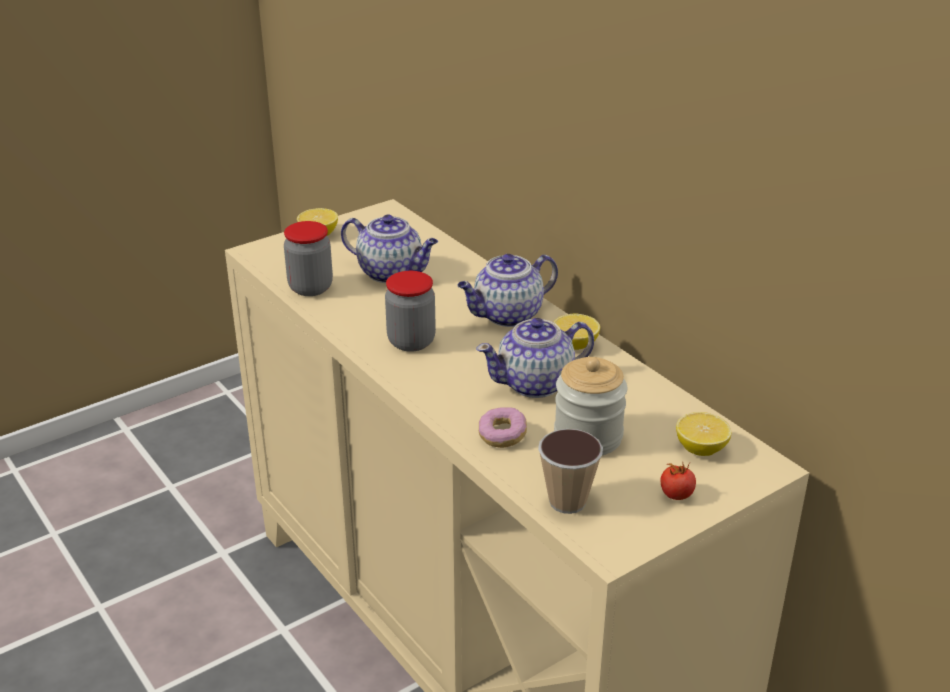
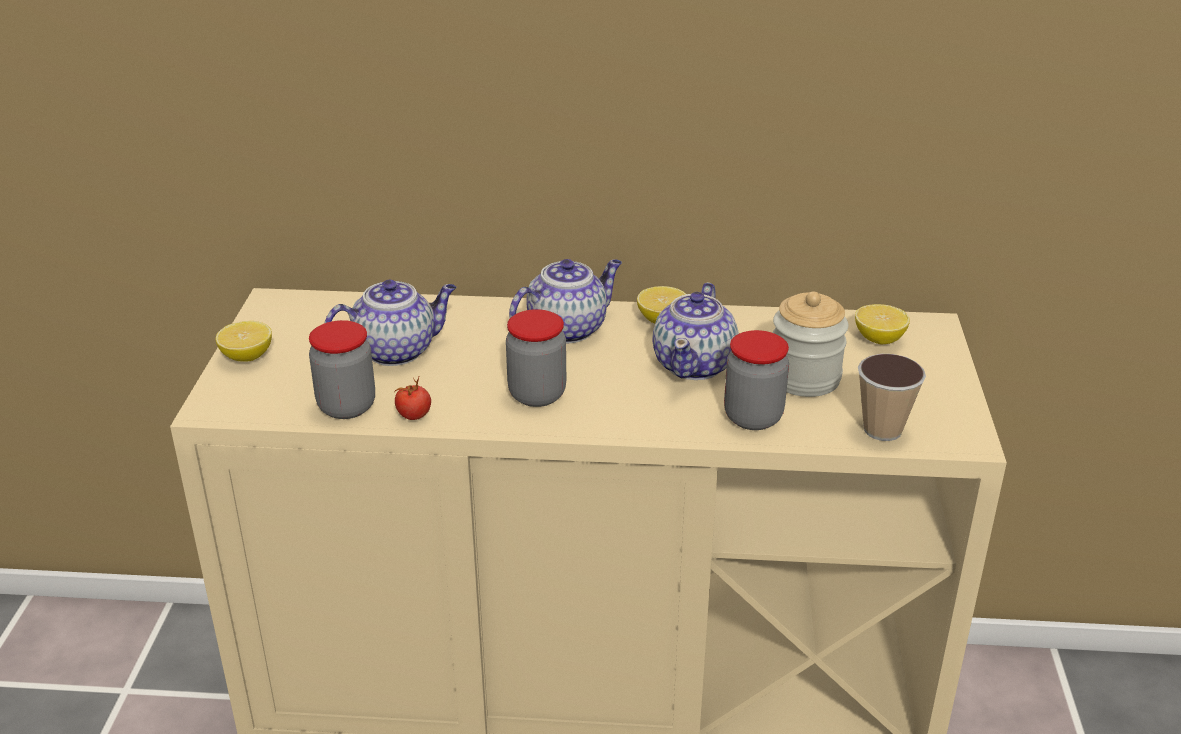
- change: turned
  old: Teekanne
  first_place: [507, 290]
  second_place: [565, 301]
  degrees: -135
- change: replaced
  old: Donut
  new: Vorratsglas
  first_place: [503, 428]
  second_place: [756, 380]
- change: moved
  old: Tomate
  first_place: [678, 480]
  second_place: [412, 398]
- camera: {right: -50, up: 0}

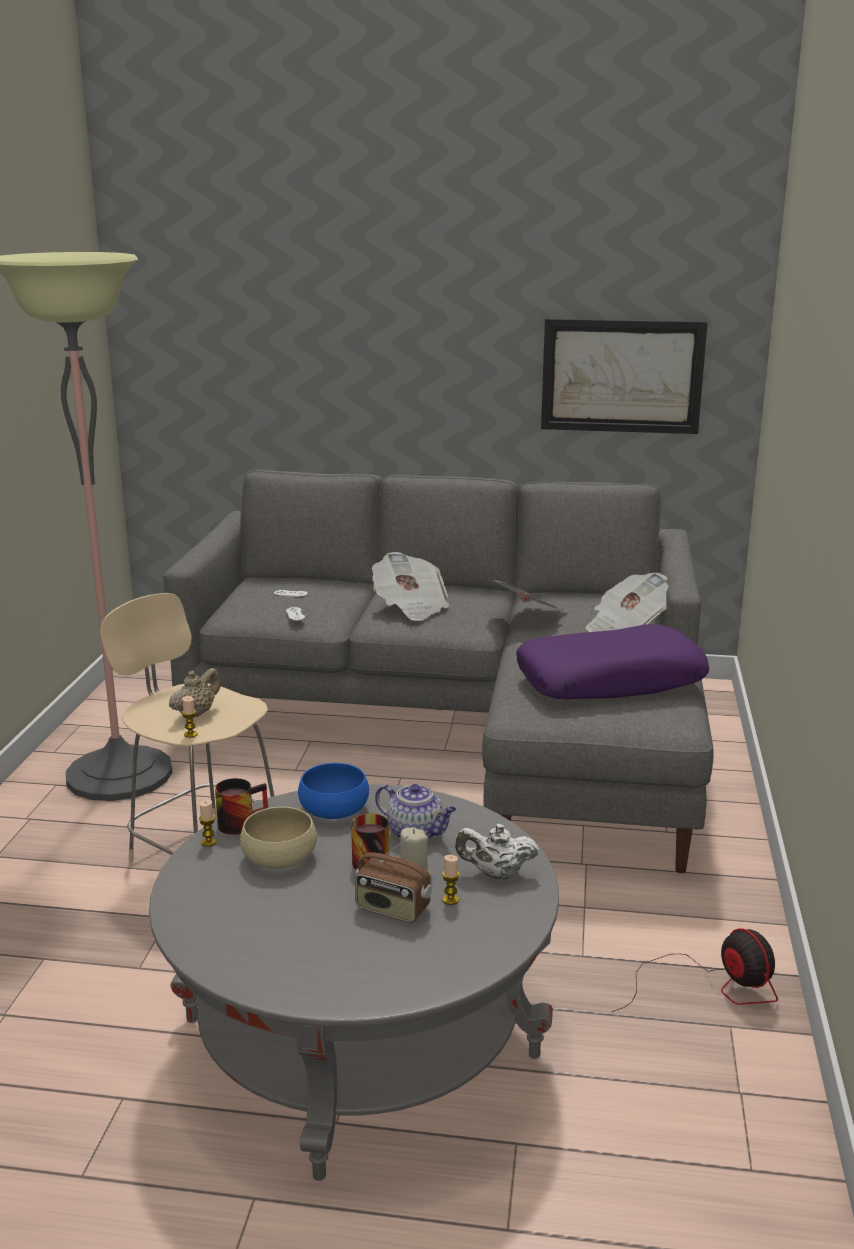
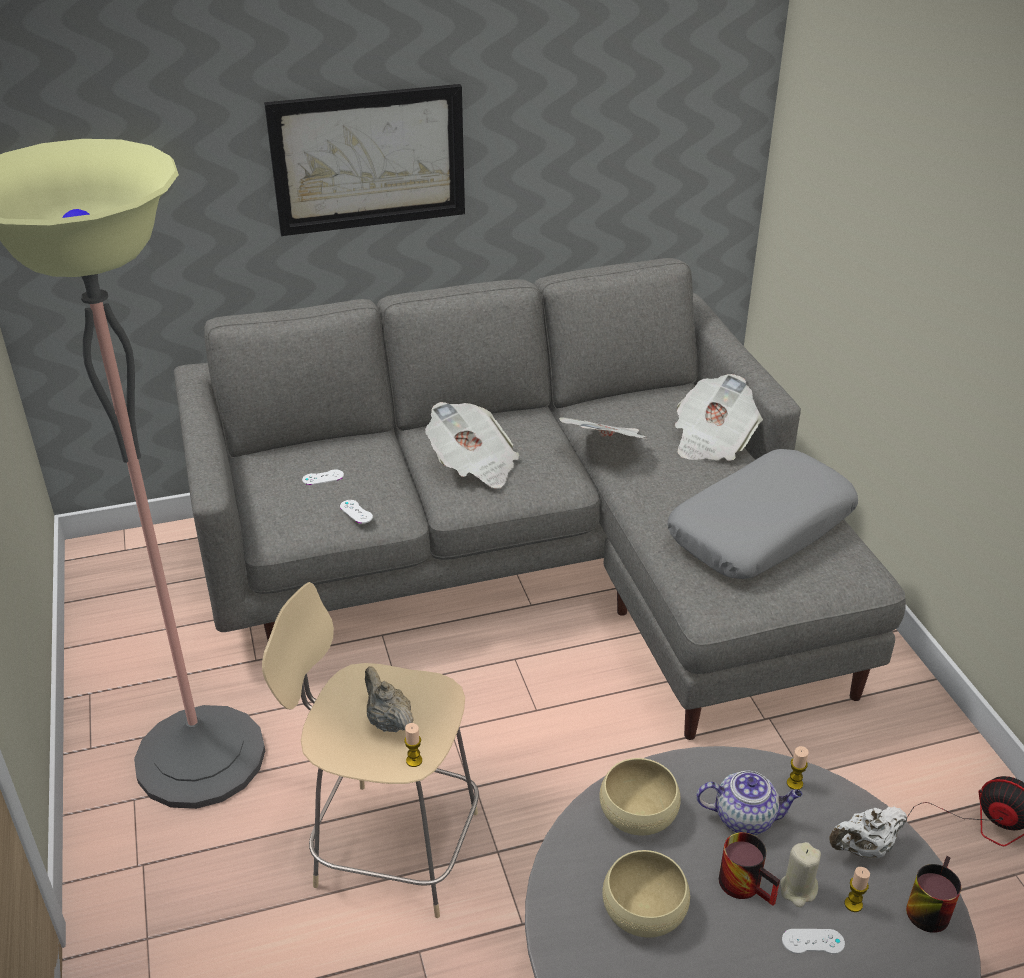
- change: turned
  old: Teekanne [beige]
  first_place: [195, 693]
  second_place: [389, 699]
  degrees: -45
- change: moved
  old: Kerze
  first_place: [208, 823]
  second_place: [798, 768]
- change: moved
  old: Henkelbecher
  first_place: [241, 806]
  second_place: [933, 894]
- change: recoloured
  old: Schüssel [blau]
  new: Schüssel [beige]
  first_place: [333, 791]
  second_place: [640, 797]
- change: replaced
  old: Radio
  new: Gamepad [weiß]
  first_place: [393, 879]
  second_place: [813, 941]
- change: recoloured
  old: Kissen [lila]
  new: Kissen [grau]
  first_place: [612, 661]
  second_place: [763, 514]
- change: moved
  old: Bild
  first_place: [624, 376]
  second_place: [364, 160]
- camera: {right: -25, up: 15}

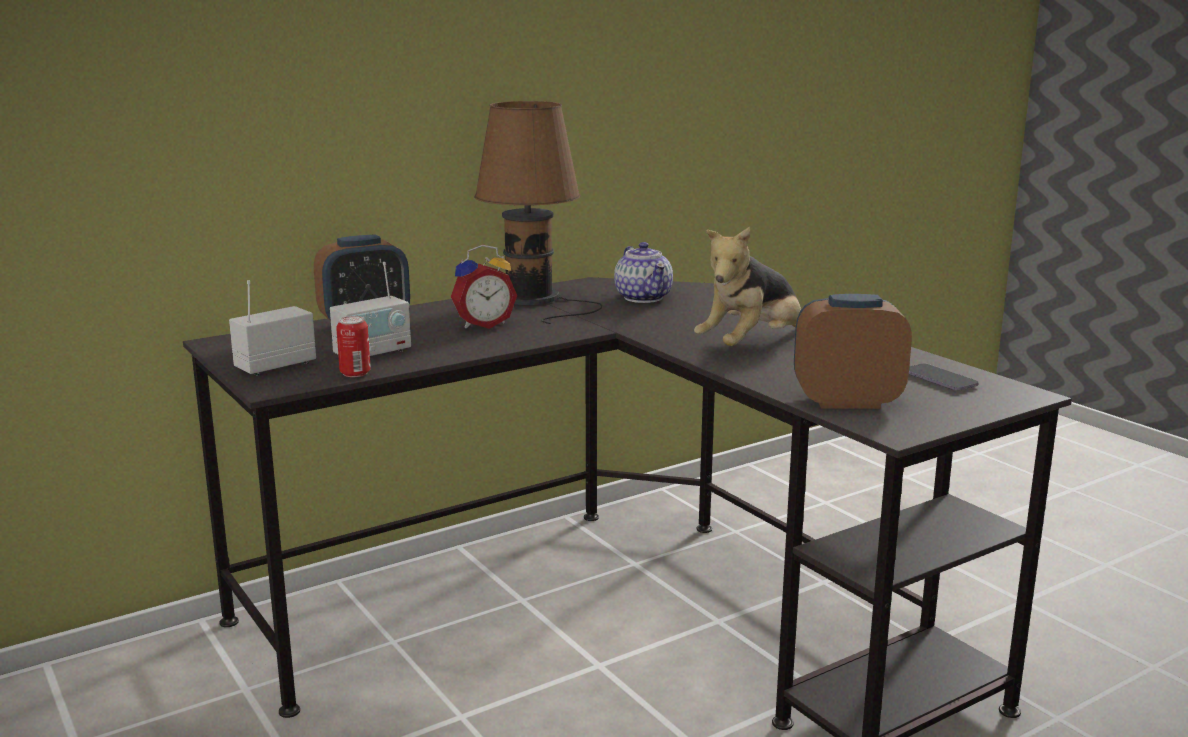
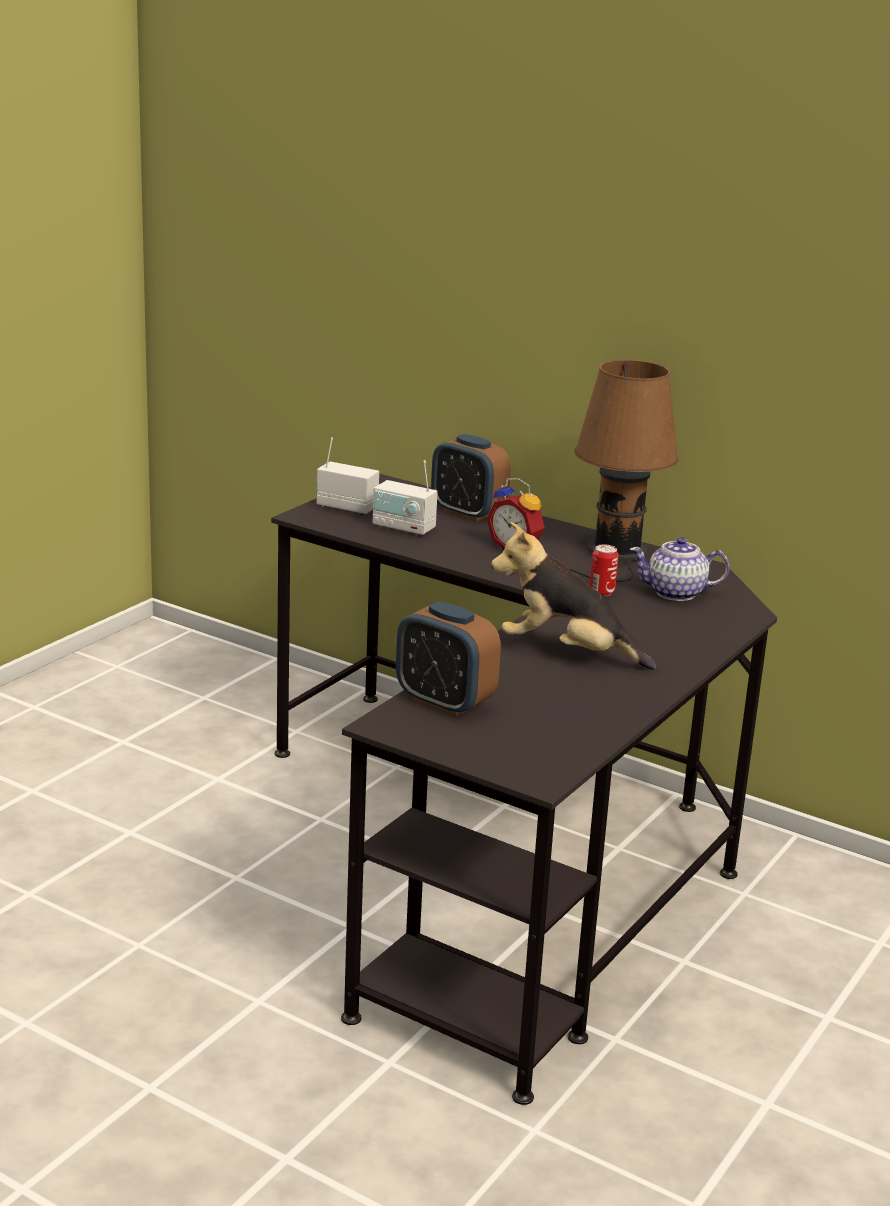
- change: moved
  old: Dose
  first_place: [353, 346]
  second_place: [604, 570]
- change: turned
  old: Teekanne
  first_place: [643, 272]
  second_place: [680, 569]
  degrees: 45
- change: turned
  old: Wecker
  first_place: [853, 351]
  second_place: [448, 659]
  degrees: 150
- change: removed
  old: Handy
  first_place: [944, 377]
- camera: {right: 65, up: 5}

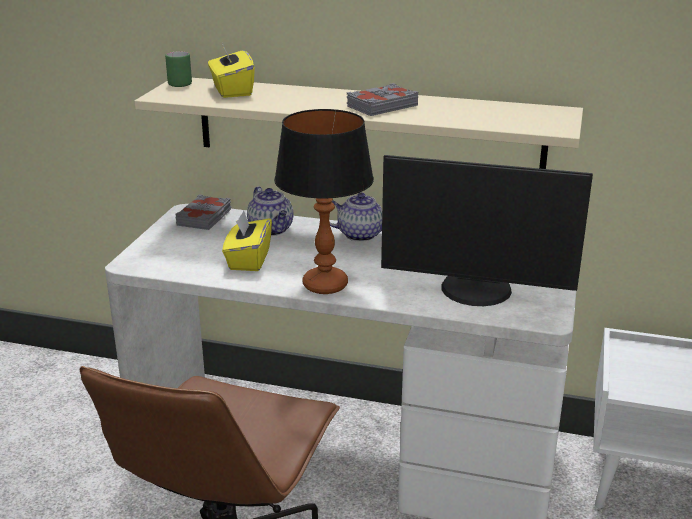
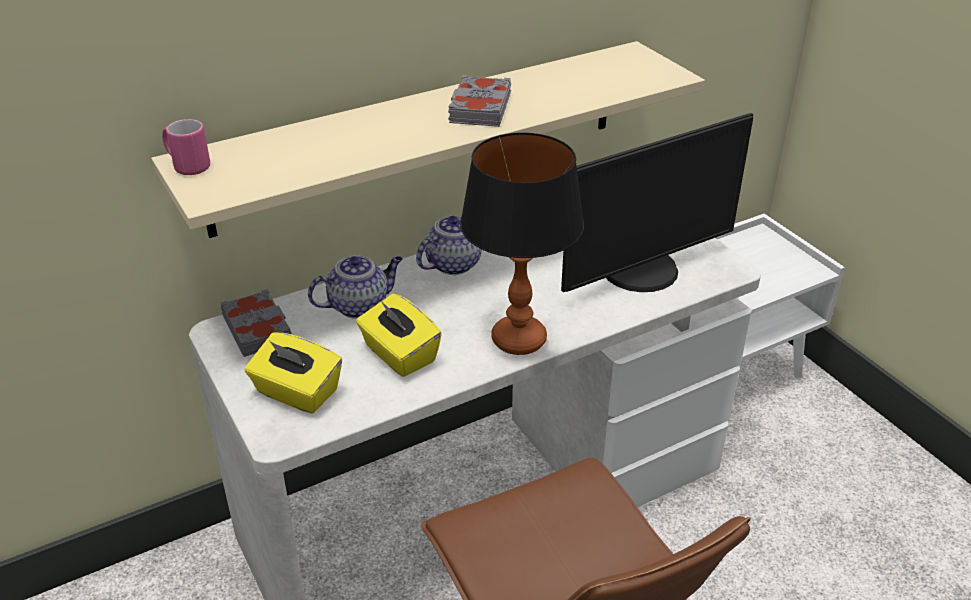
- change: recoloured
  old: Henkelbecher [grün]
  new: Henkelbecher [rosa]
  first_place: [178, 69]
  second_place: [186, 147]
- change: moved
  old: Taschentuchbox [gelb]
  first_place: [231, 70]
  second_place: [293, 373]
- change: turned
  old: Teekanne
  first_place: [270, 211]
  second_place: [355, 287]
  degrees: -45
- camera: {right: -45, up: 10}

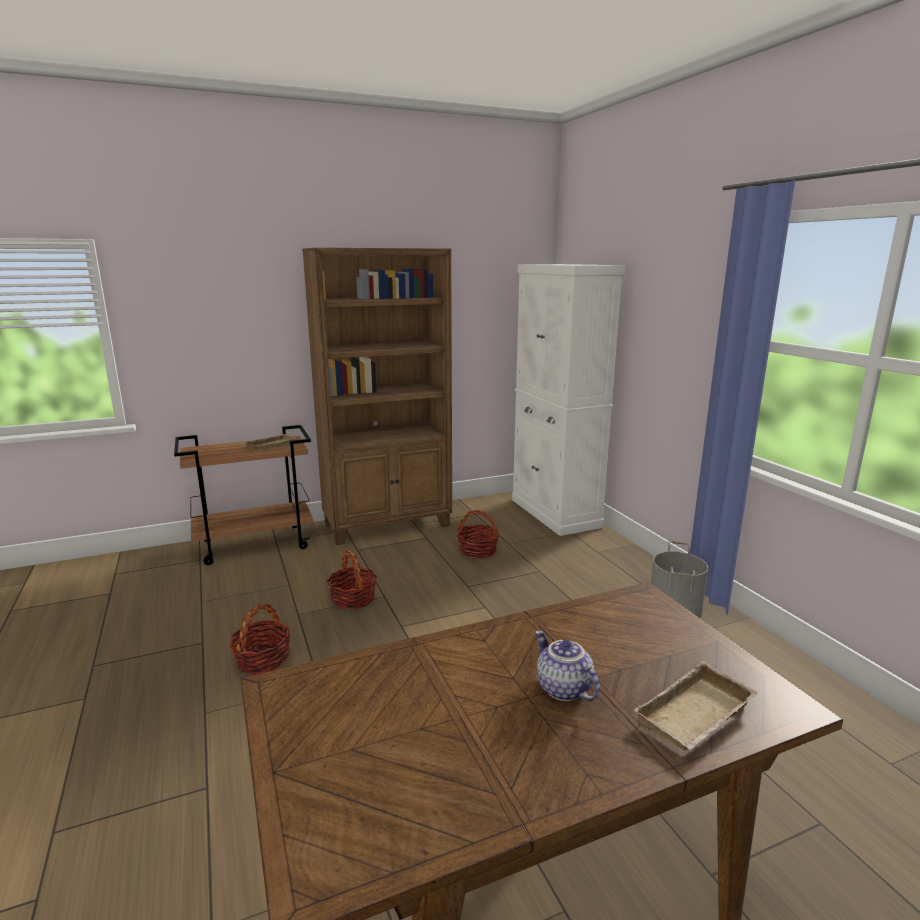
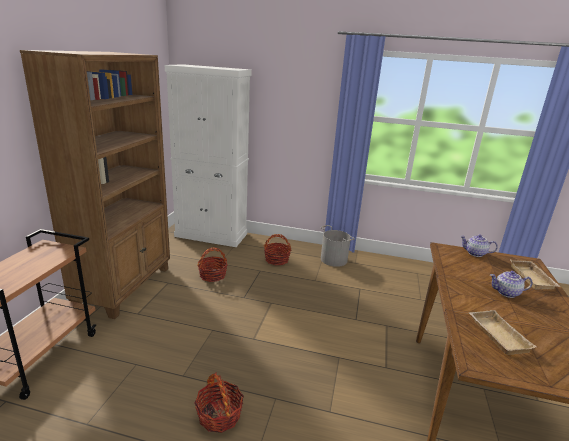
- change: moved
  old: Tablett [beige]
  first_place: [270, 443]
  second_place: [503, 332]
- change: moved
  old: Korb
  first_place: [352, 579]
  second_place: [277, 249]
- change: added
  new: Teekanne
  second_place: [479, 246]
- camera: {right: -55, up: 5}

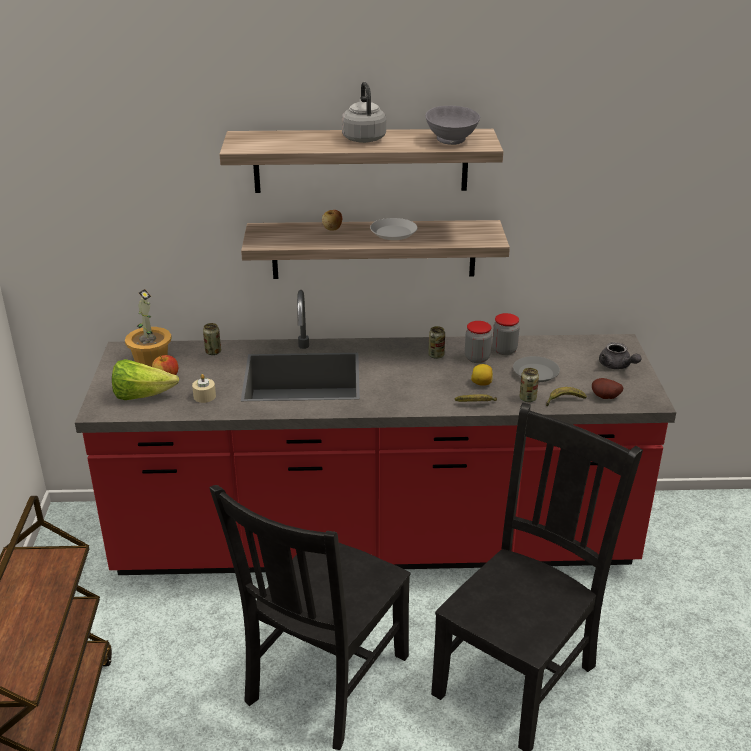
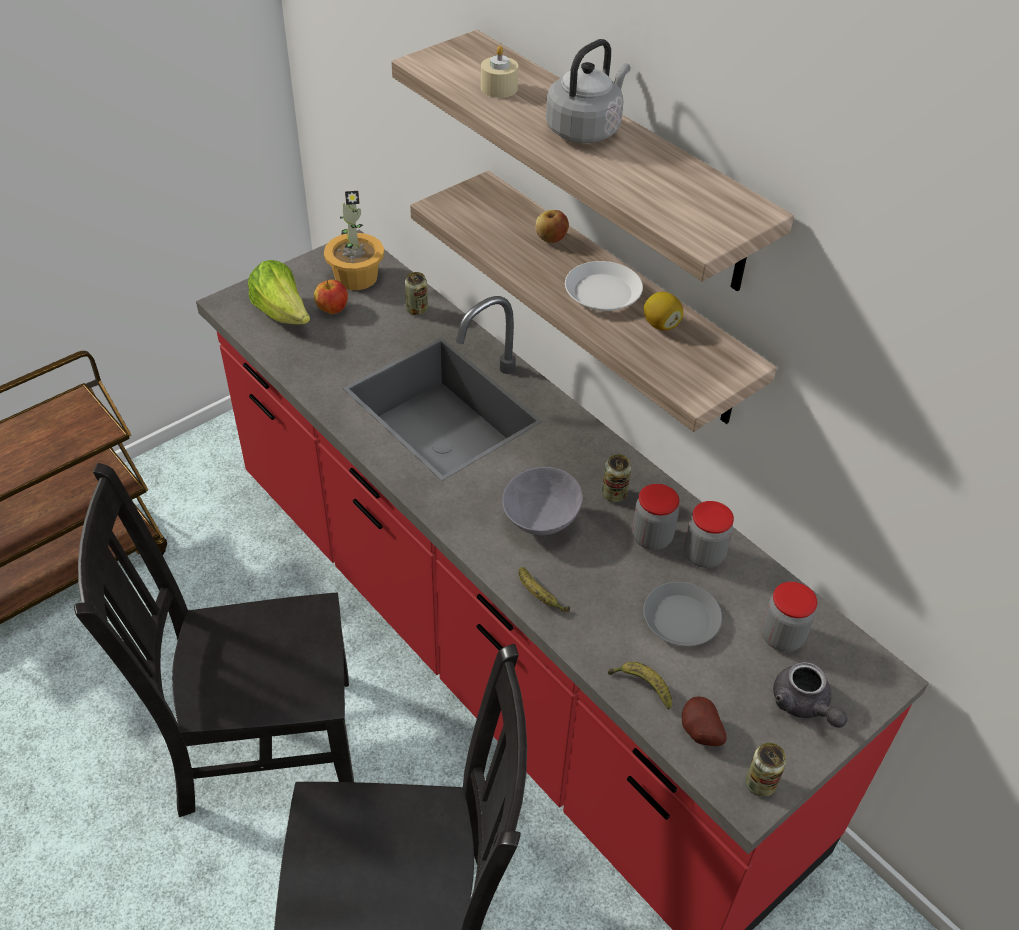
- change: moved
  old: Kerze [beige]
  first_place: [204, 388]
  second_place: [499, 72]
- change: moved
  old: Schüssel [grau]
  first_place: [452, 125]
  second_place: [542, 501]
- change: moved
  old: Zitrone
  first_place: [482, 375]
  second_place: [663, 311]
- change: moved
  old: Dose
  first_place: [529, 385]
  second_place: [766, 770]
- change: turned
  old: Teekanne [grau]
  first_place: [620, 356]
  second_place: [810, 695]
  degrees: -45
- change: added
  new: Vorratsglas
  second_place: [789, 617]
- camera: {right: 50, up: 15}

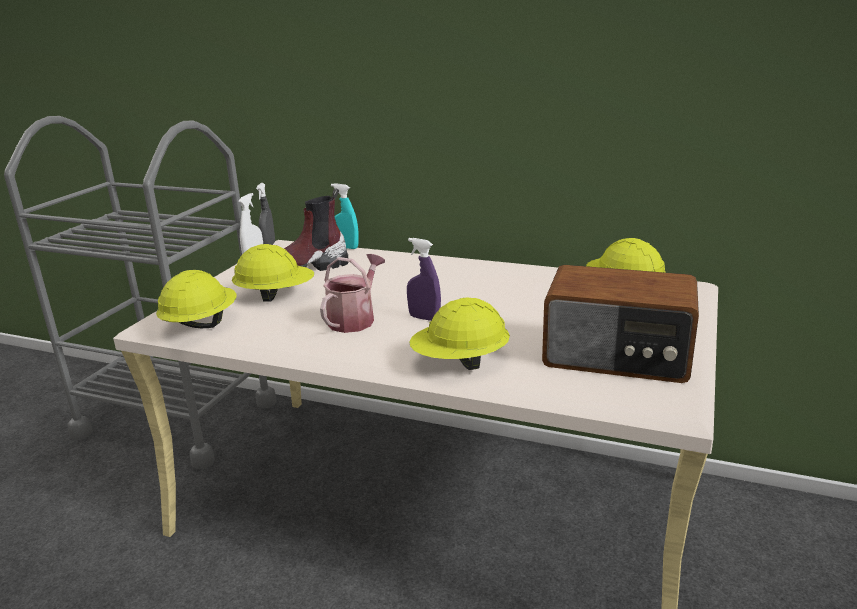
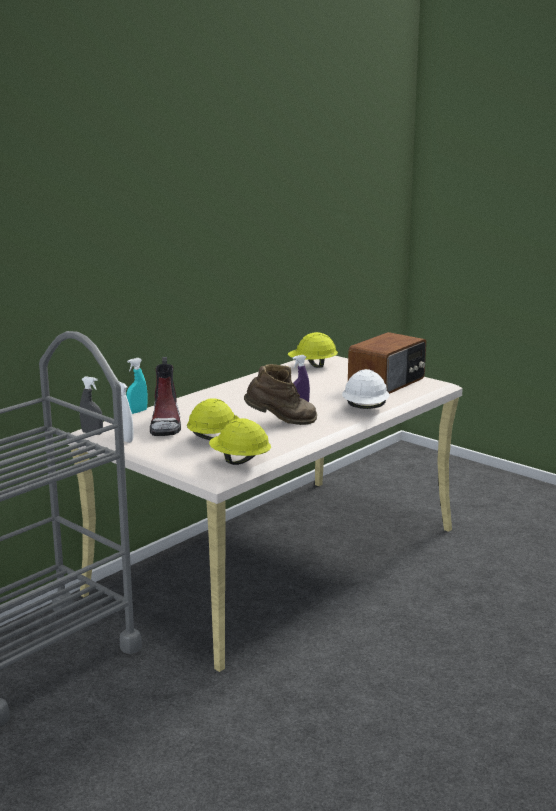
- change: replaced
  old: Gießkanne
  new: Stiefel [braun]
  first_place: [352, 293]
  second_place: [280, 394]
- change: recoloured
  old: Schutzhelm [gelb]
  new: Schutzhelm [weiß]
  first_place: [460, 334]
  second_place: [365, 389]
- camera: {right: -70, up: -5}

